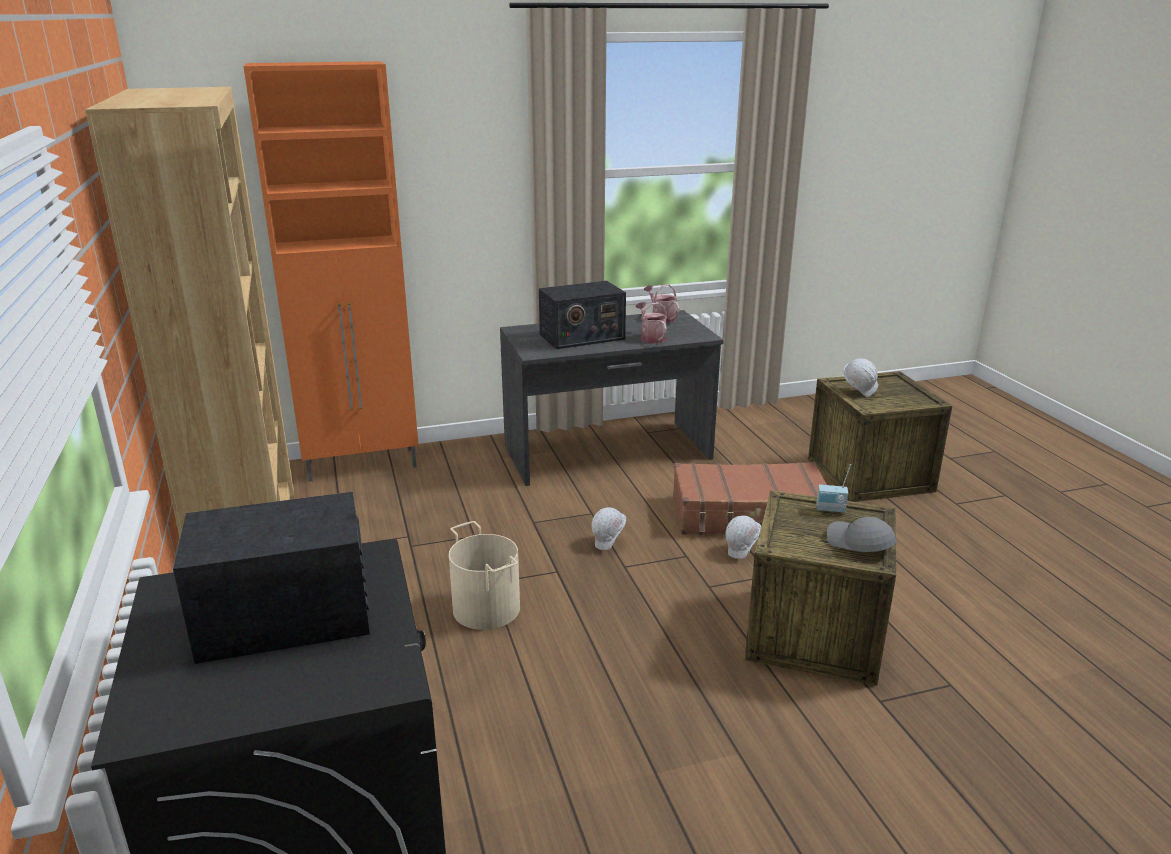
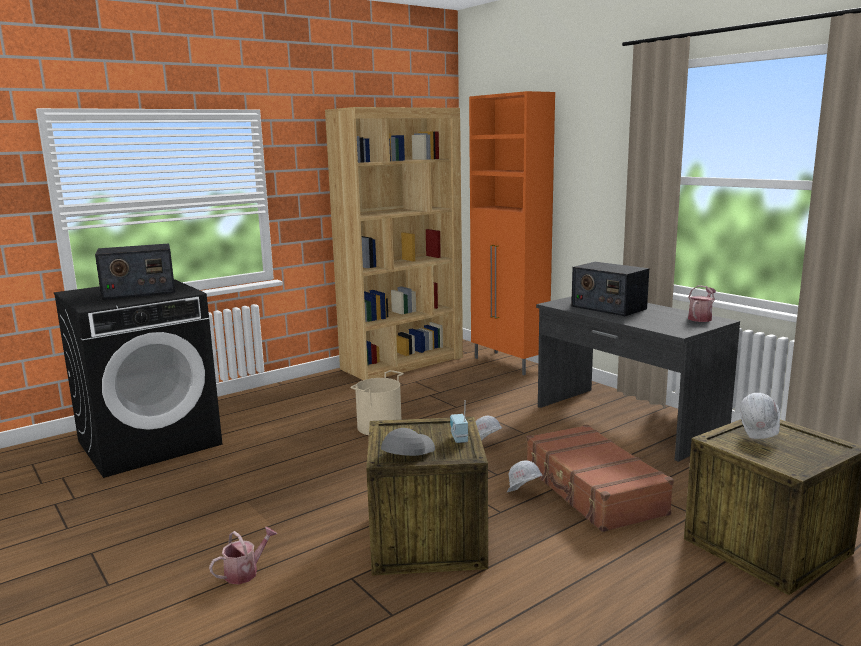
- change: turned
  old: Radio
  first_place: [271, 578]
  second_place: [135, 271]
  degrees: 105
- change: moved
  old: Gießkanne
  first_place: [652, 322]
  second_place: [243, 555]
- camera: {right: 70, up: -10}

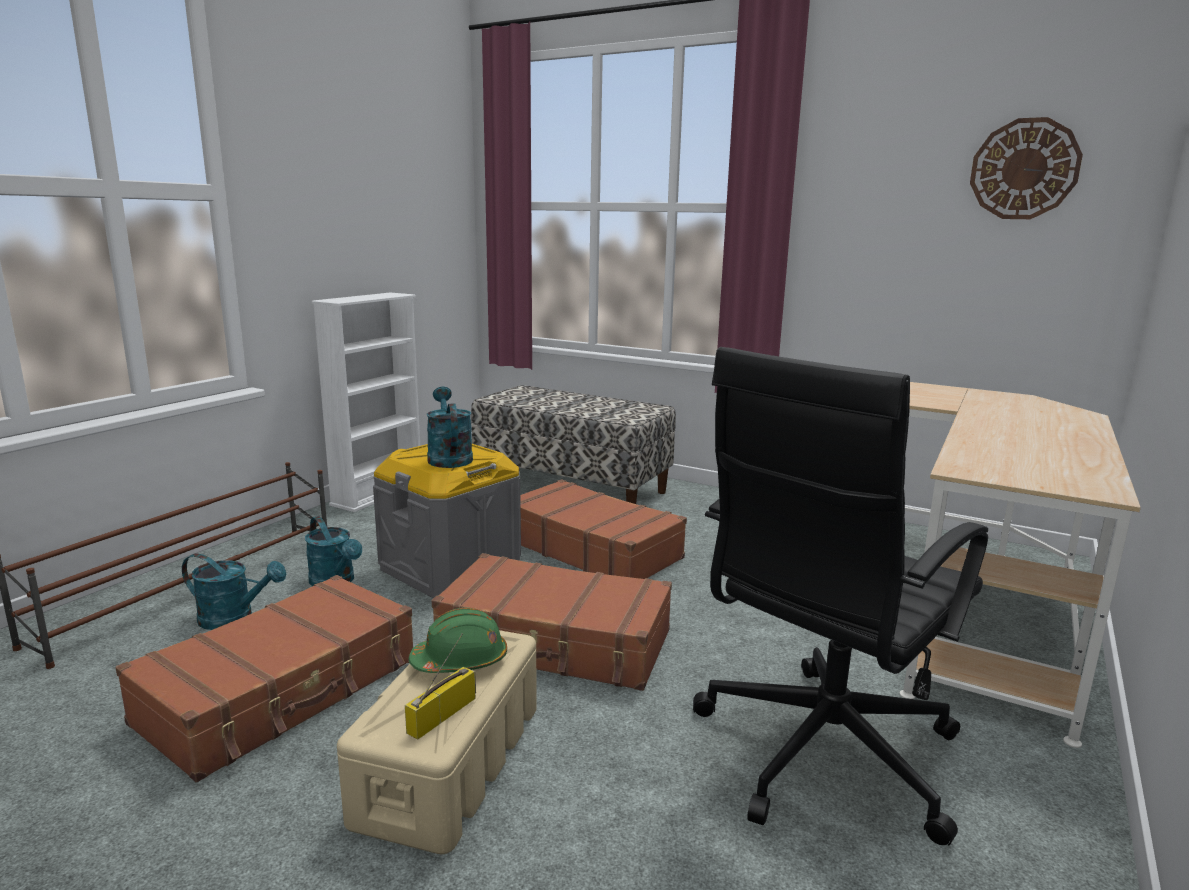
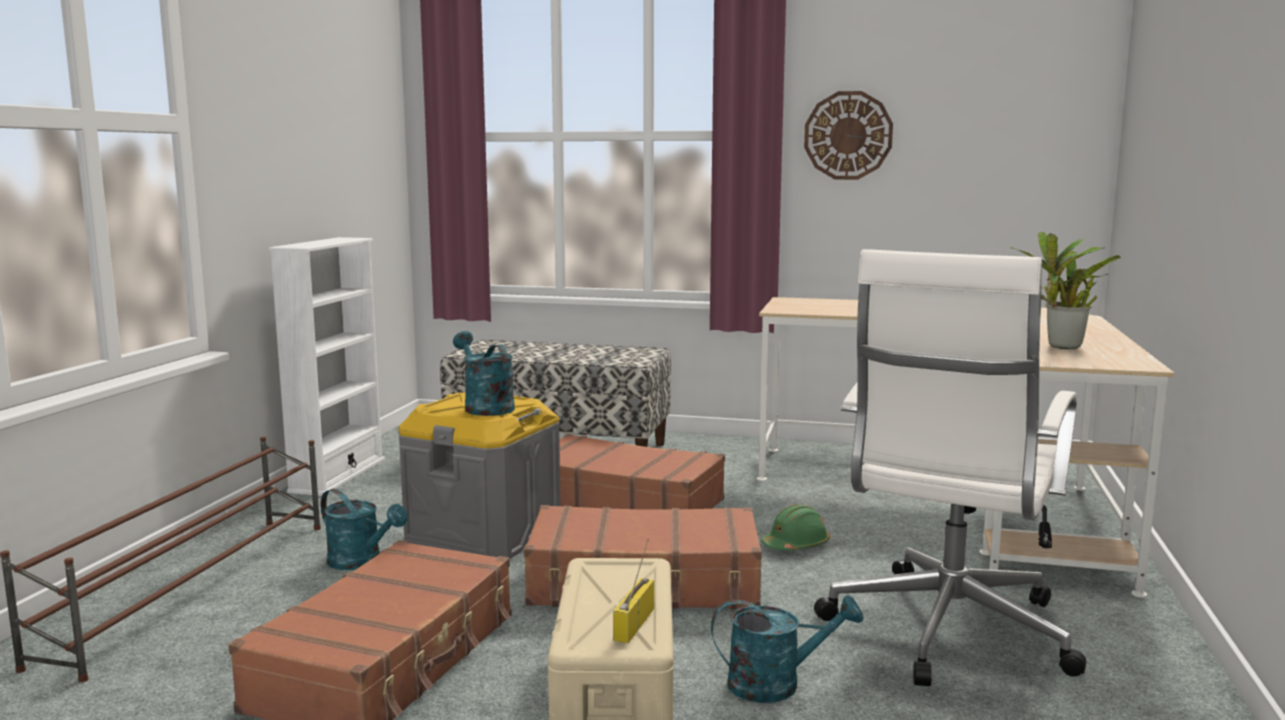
- change: moved
  old: Gießkanne [türkis]
  first_place: [234, 591]
  second_place: [787, 649]
- change: moved
  old: Schutzhelm [grün]
  first_place: [458, 640]
  second_place: [795, 527]
- change: recoloured
  old: Bürostuhl [schwarz]
  new: Bürostuhl [weiß]
  first_place: [840, 596]
  second_place: [950, 467]
- change: moved
  old: Wanduhr
  first_place: [1026, 168]
  second_place: [848, 135]
- change: added
  new: Topfpflanze
  second_place: [1065, 290]
- camera: {right: -15, up: -5}

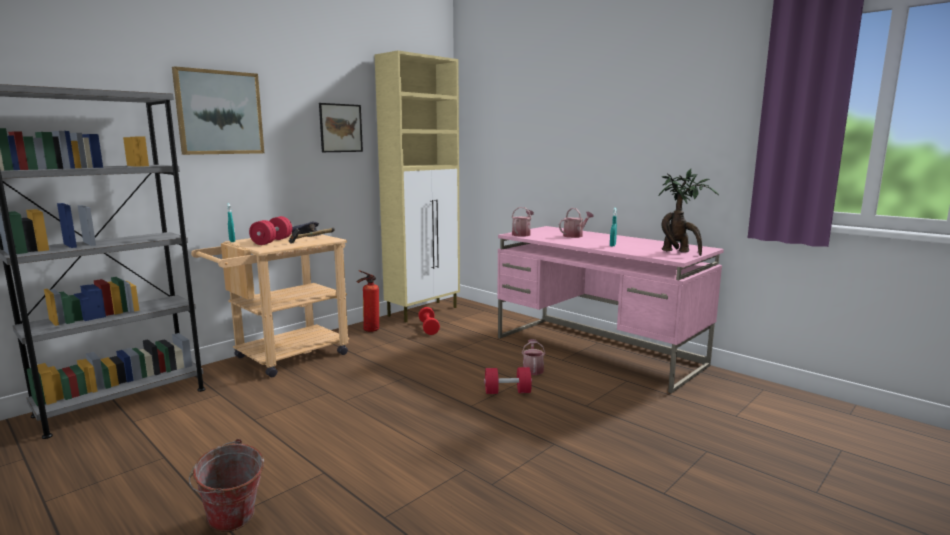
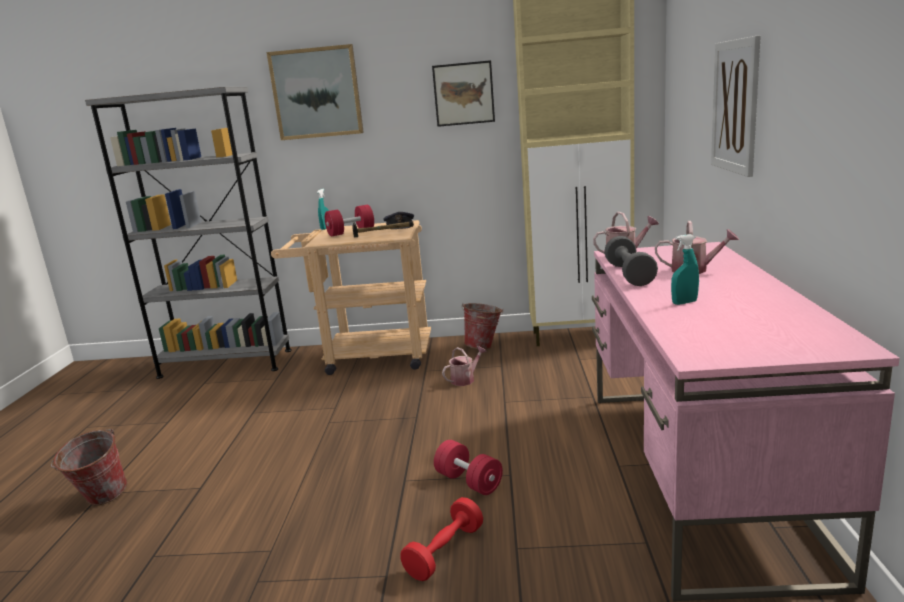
- change: replaced
  old: Feuerlöscher
  new: Eimer
  first_place: [368, 301]
  second_place: [483, 326]
- change: moved
  old: Hantel [rot]
  first_place: [429, 321]
  second_place: [441, 539]
- change: moved
  old: Gießkanne
  first_place: [533, 357]
  second_place: [464, 366]
- change: removed
  old: Topfpflanze
  first_place: [688, 212]
- change: added
  new: Hantel [grau]
  second_place: [631, 261]
- change: added
  new: Bild
  second_place: [736, 106]
- camera: {right: 50, up: 5}

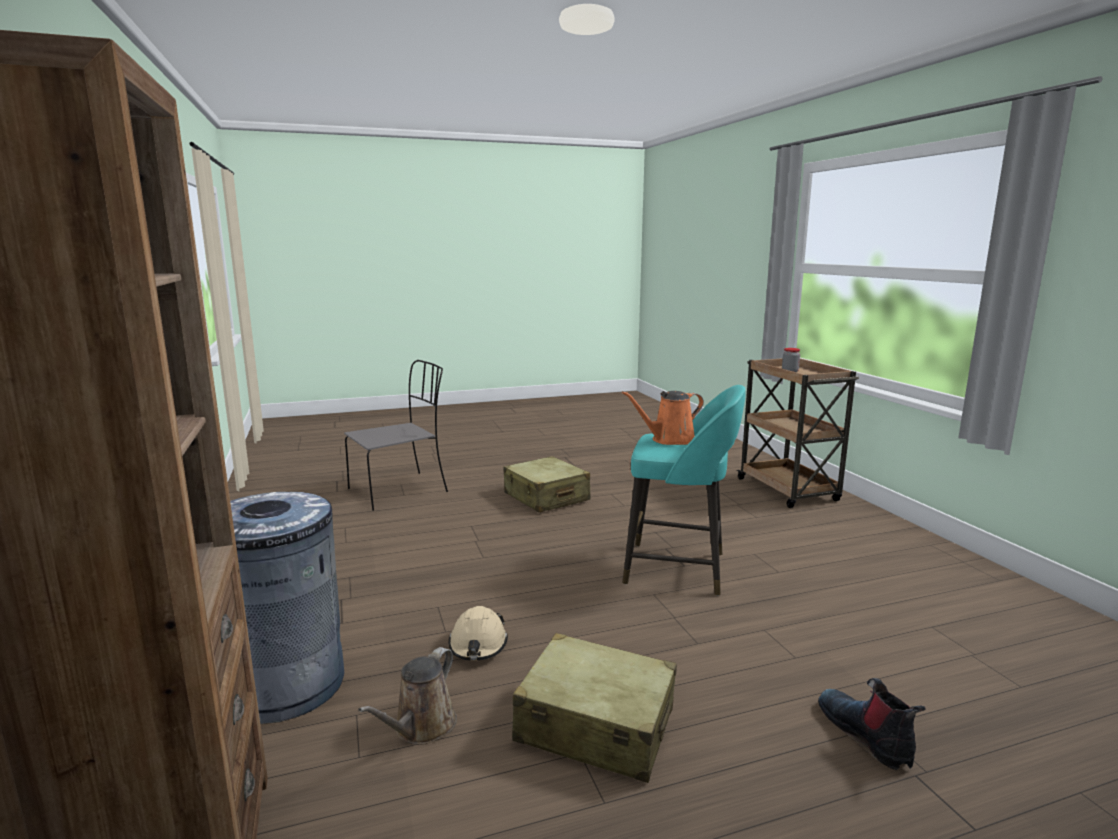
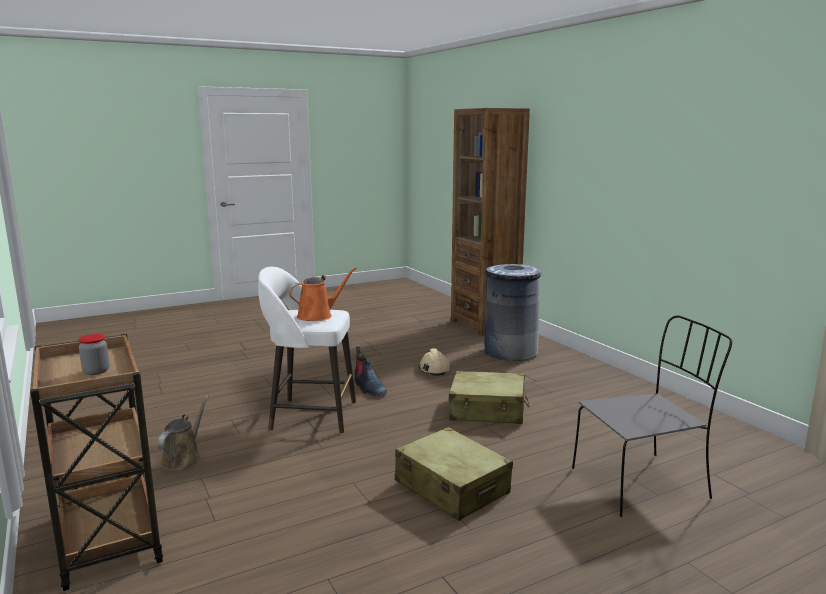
- change: turned
  old: Stuhl [grau]
  first_place: [396, 435]
  second_place: [652, 416]
  degrees: -150
- change: moved
  old: Gießkanne [braun]
  first_place: [407, 696]
  second_place: [183, 433]
- change: moved
  old: Koffer [beige]
  first_place: [594, 708]
  second_place: [489, 397]
- change: recoloured
  old: Hocker [türkis]
  new: Hocker [weiß]
  first_place: [684, 490]
  second_place: [307, 350]
- change: moved
  old: Stiefel
  first_place: [872, 724]
  second_place: [371, 371]
- camera: {right: 170, up: 0}

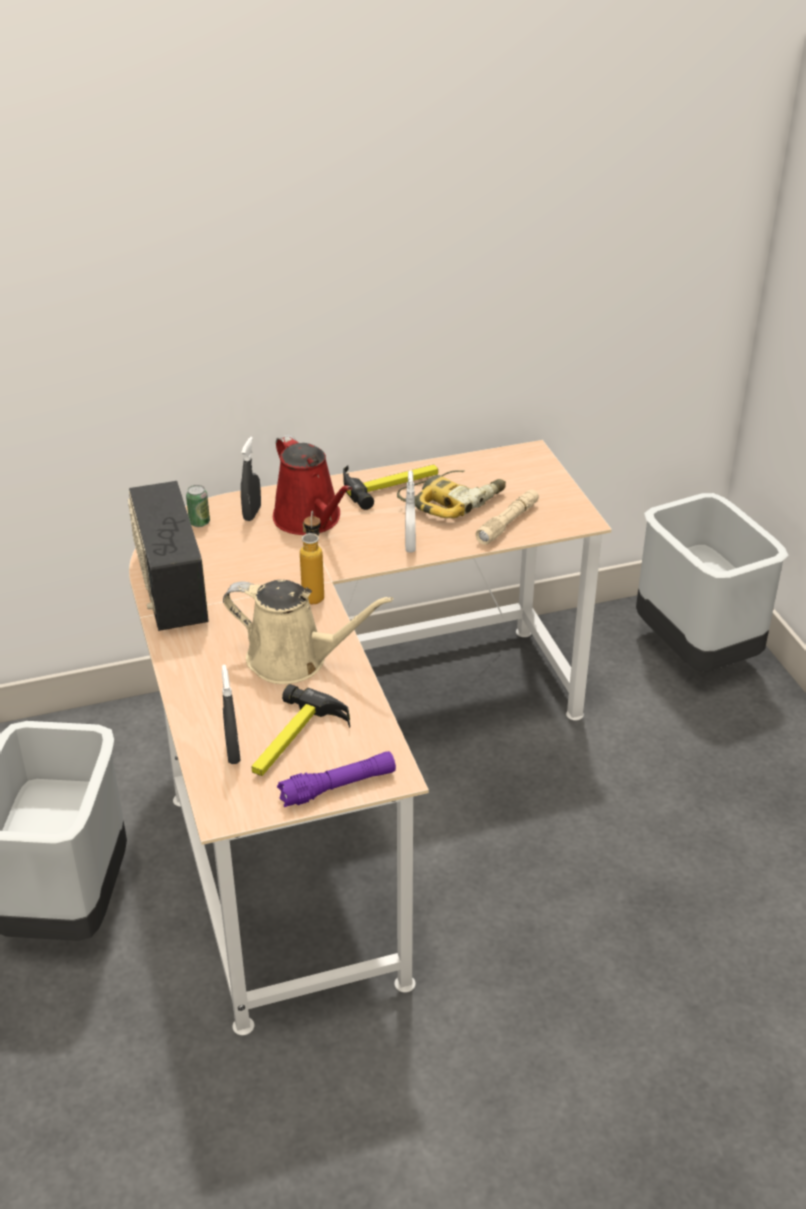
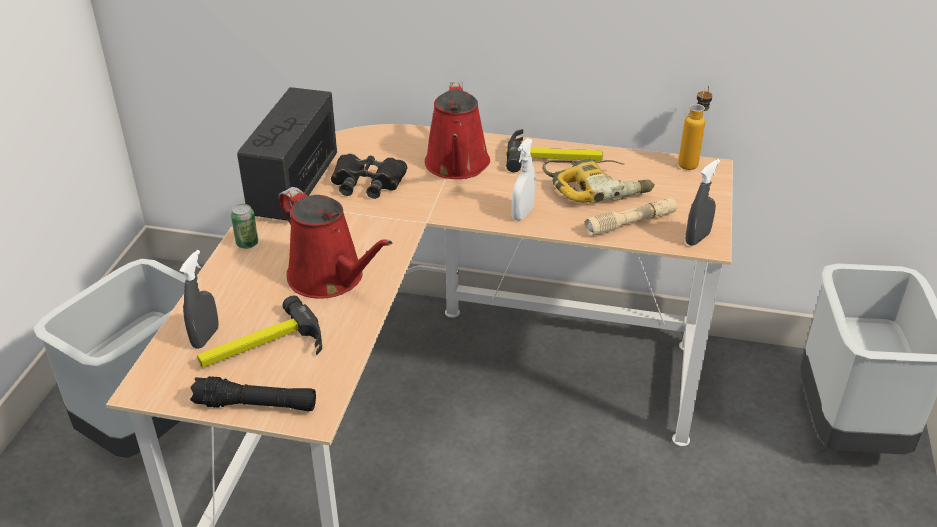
- change: moved
  old: Dose
  first_place: [198, 506]
  second_place: [244, 226]
- change: recoloured
  old: Gießkanne [beige]
  new: Gießkanne [rot]
  first_place: [308, 632]
  second_place: [335, 243]
- change: moved
  old: Sprühflasche [grau]
  first_place: [251, 479]
  second_place: [703, 202]
- change: recoloured
  old: Taschenlampe [lila]
  new: Taschenlampe [schwarz]
  first_place: [336, 779]
  second_place: [253, 393]
- change: moved
  old: Flasche
  first_place: [312, 557]
  second_place: [695, 128]
- change: added
  new: Fernglas [schwarz]
  second_place: [369, 176]
- camera: {right: 30, up: 0}

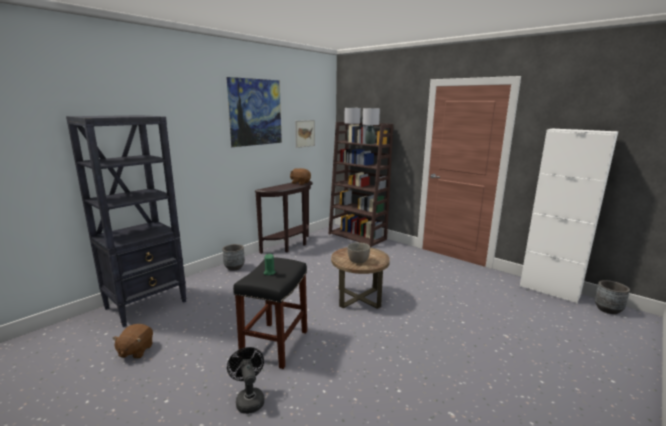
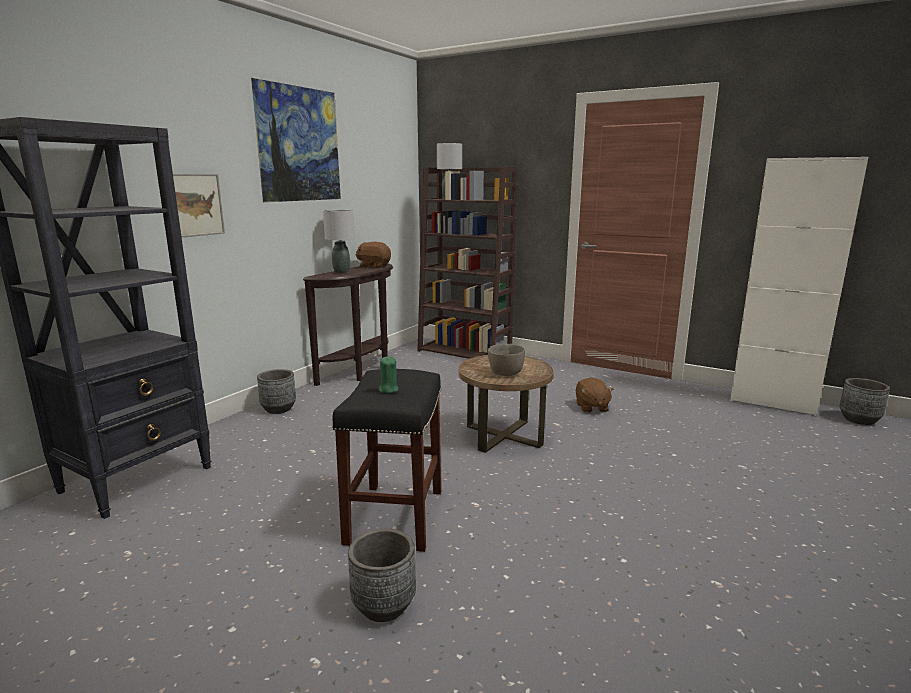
- change: moved
  old: Plüschtier [braun]
  first_place: [132, 341]
  second_place: [595, 395]
- change: replaced
  old: Ventilator [schwarz]
  new: Pflanzkübel [grau]
  first_place: [245, 380]
  second_place: [382, 575]
- change: moved
  old: Bild
  first_place: [305, 134]
  second_place: [199, 205]
- change: moved
  old: Tischlampe [grau]
  first_place: [371, 126]
  second_place: [339, 241]
- camera: {right: -10, up: 0}

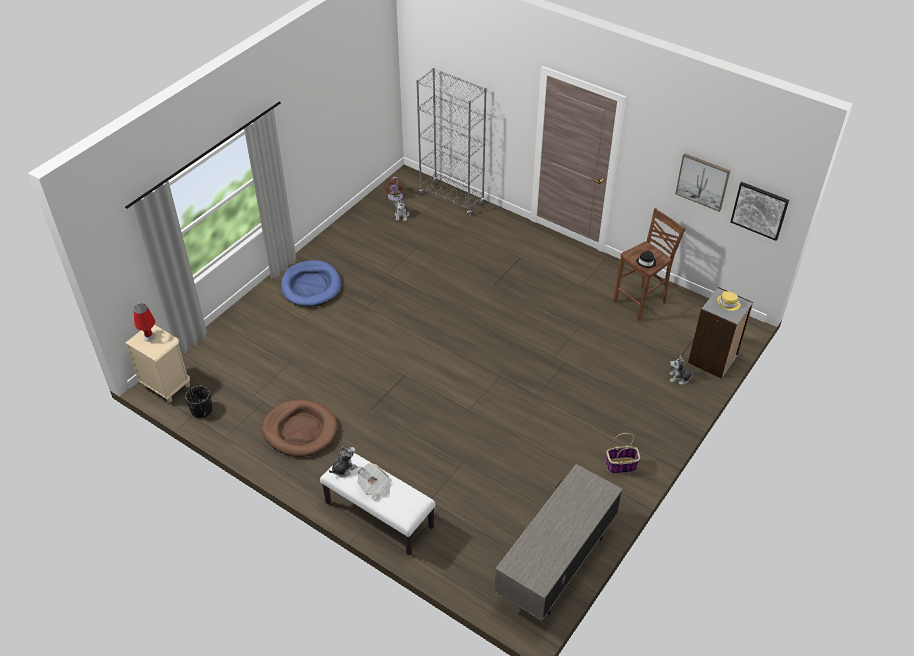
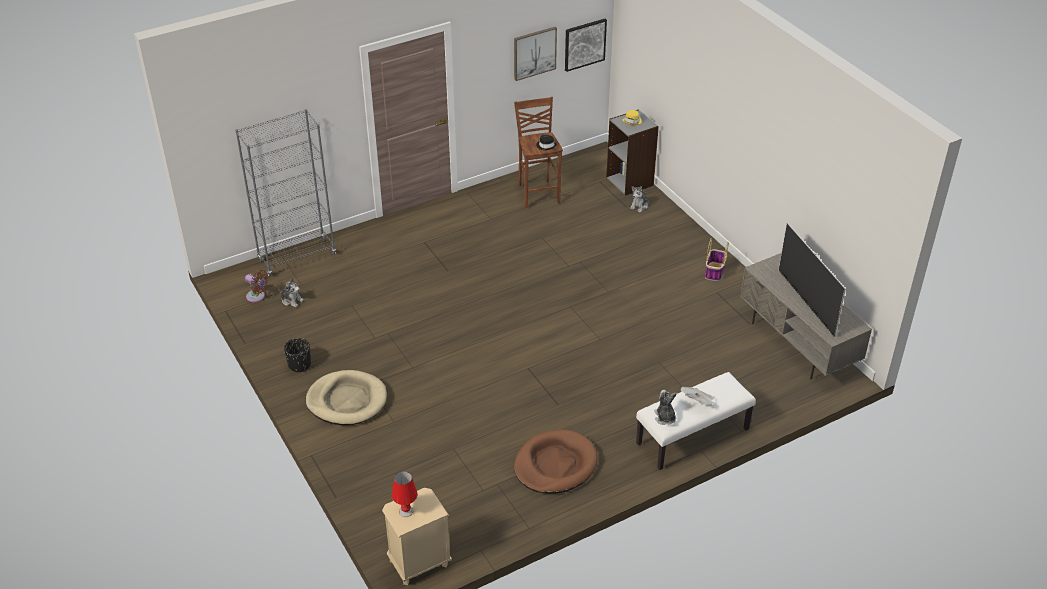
- change: moved
  old: Pflanzkübel [schwarz]
  first_place: [199, 402]
  second_place: [297, 355]
- change: recoloured
  old: Hundebett [blau]
  new: Hundebett [beige]
  first_place: [311, 283]
  second_place: [346, 397]
- change: added
  new: Fernseher
  second_place: [812, 280]
- camera: {right: -65, up: -5}

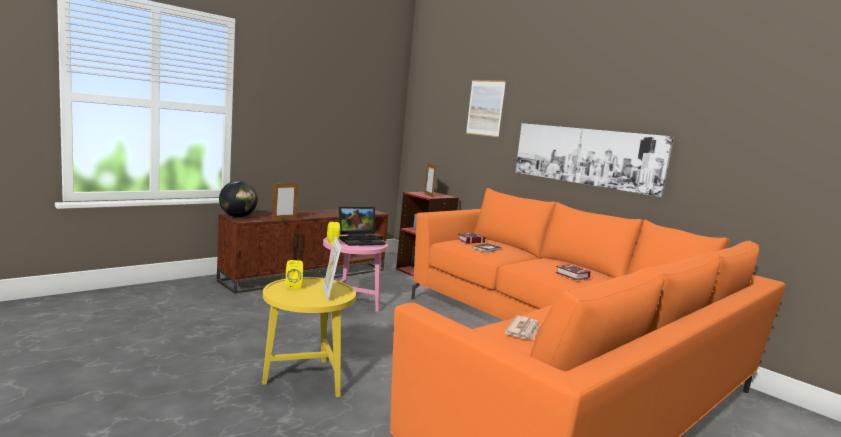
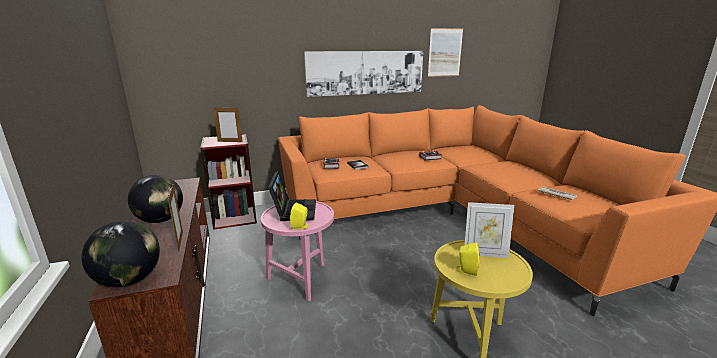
- change: moved
  old: Bild
  first_place: [486, 108]
  second_place: [445, 52]
- change: added
  new: Globus
  second_place: [155, 199]
- camera: {right: -65, up: 10}

